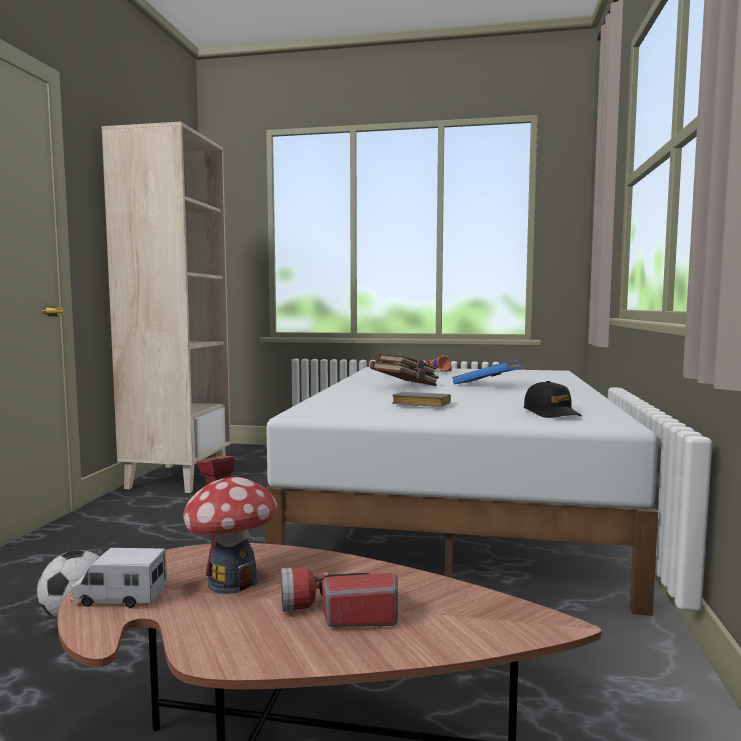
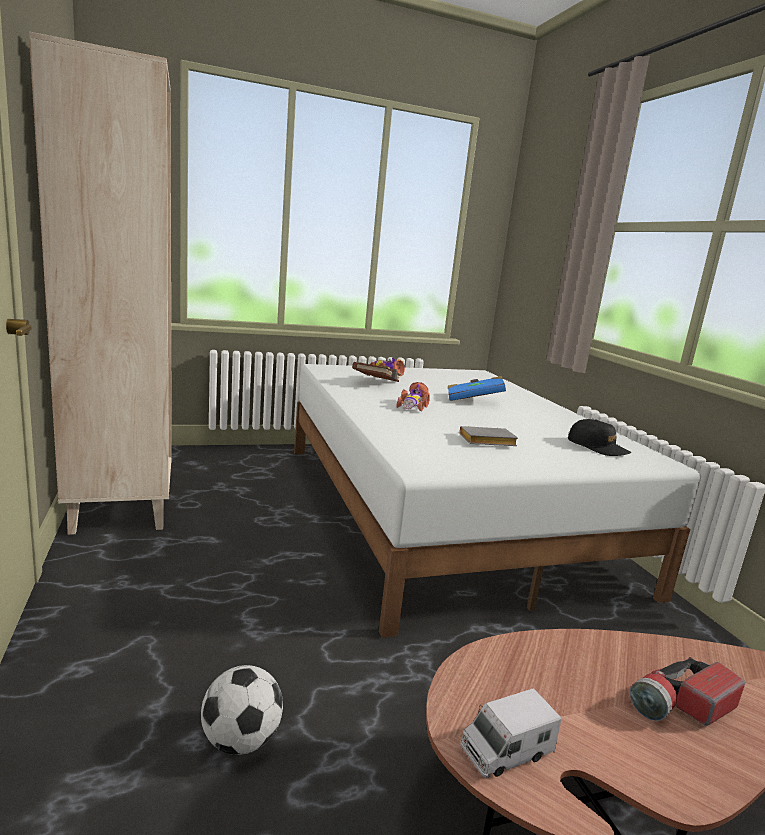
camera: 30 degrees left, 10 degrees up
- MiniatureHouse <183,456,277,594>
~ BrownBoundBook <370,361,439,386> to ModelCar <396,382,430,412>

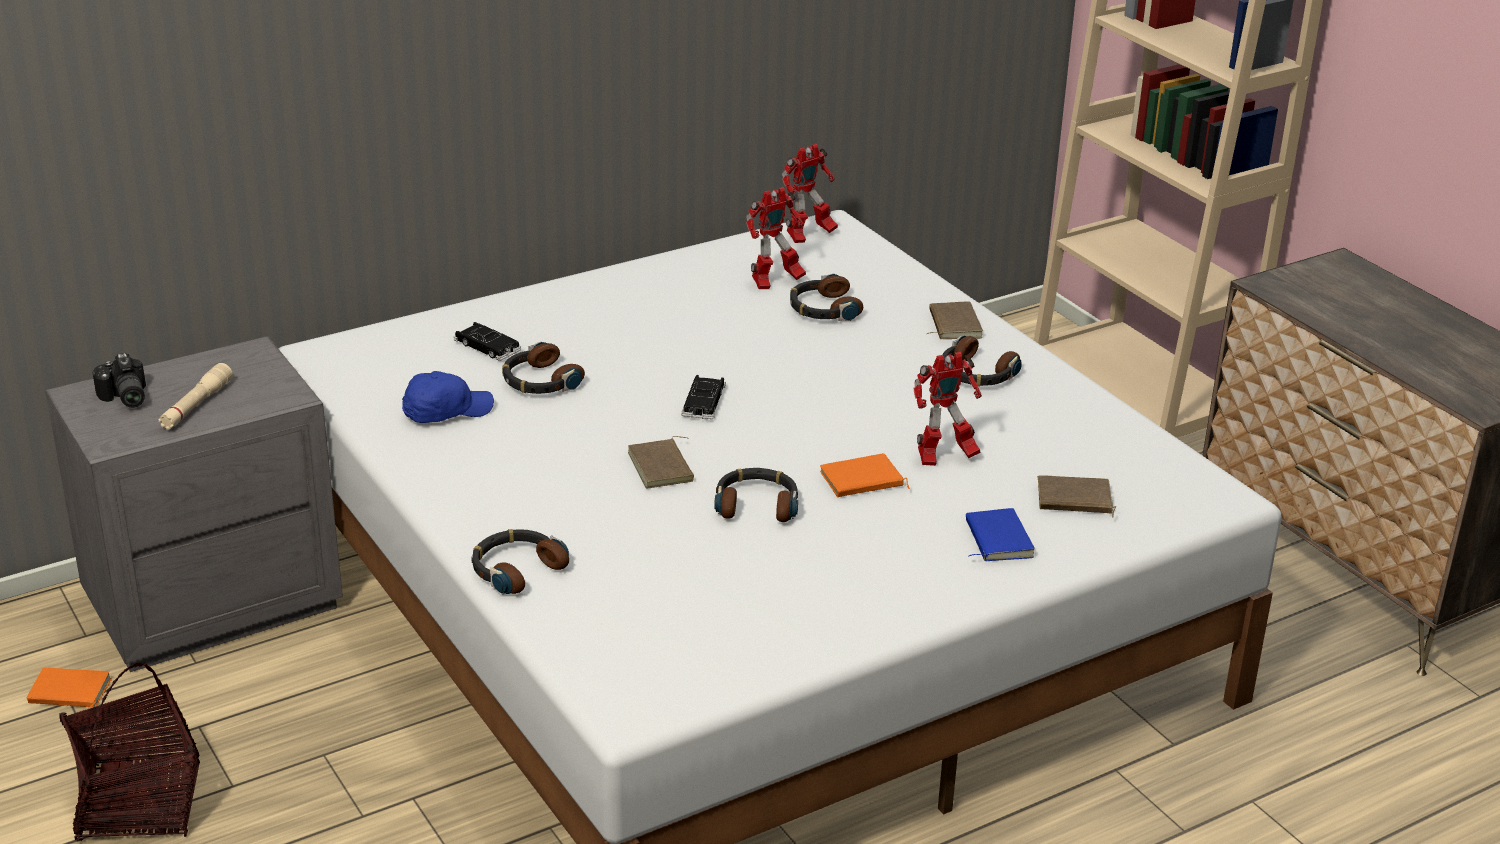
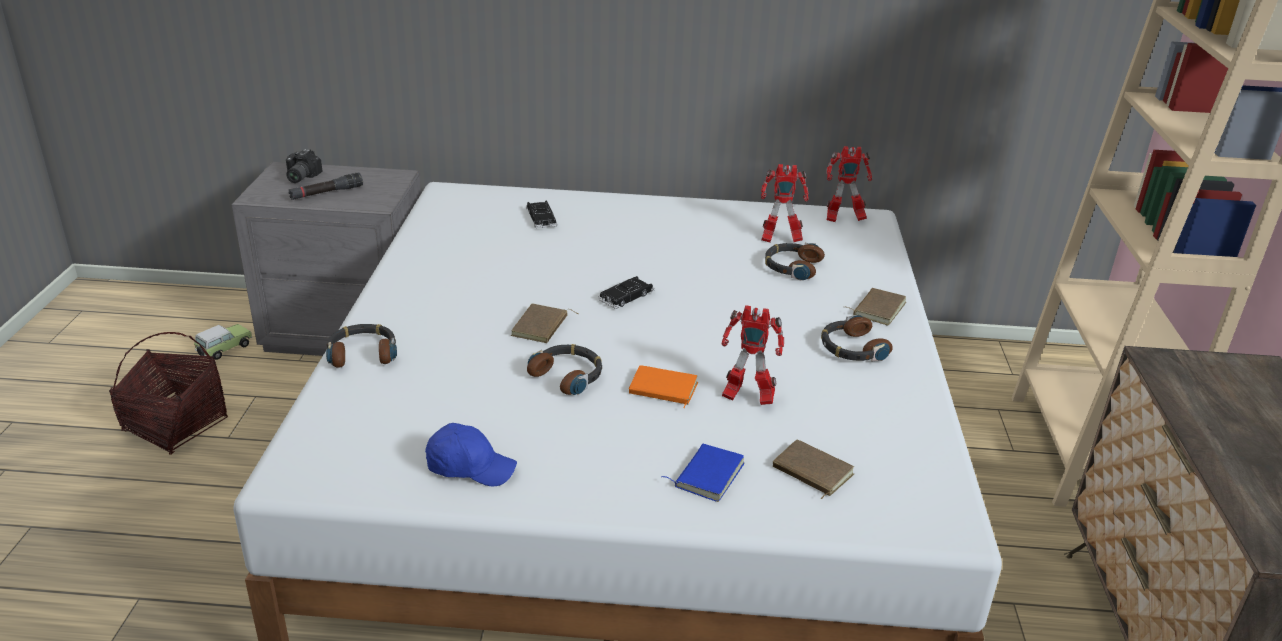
camera: 35 degrees right, 0 degrees up
- PairOfHeadphones <502,342,585,394>
~ BluishBaseballCap <402,371,494,423> to <425,423,517,487>
~ OrangeBoundBook <27,668,112,709> to ModelCar <194,324,252,360>
~ SandColouredTorch <159,363,233,429> to BlackishTorch <288,173,363,200>

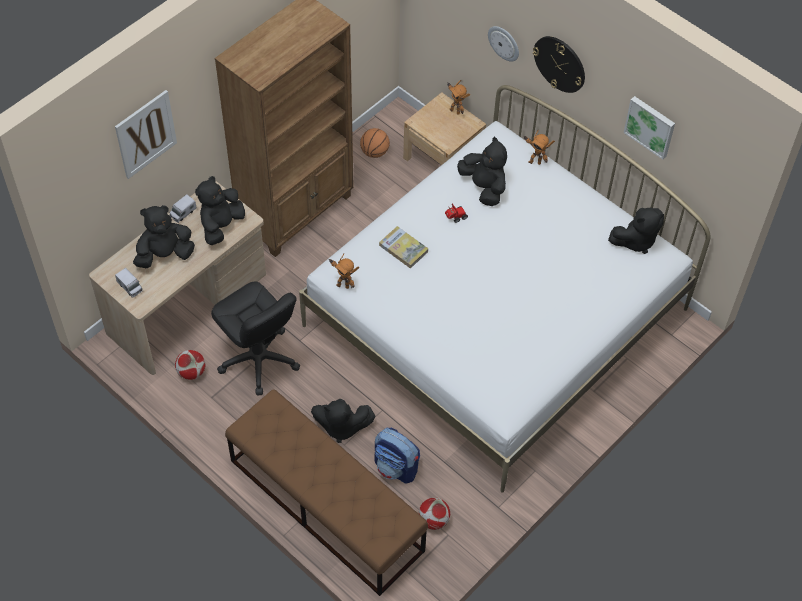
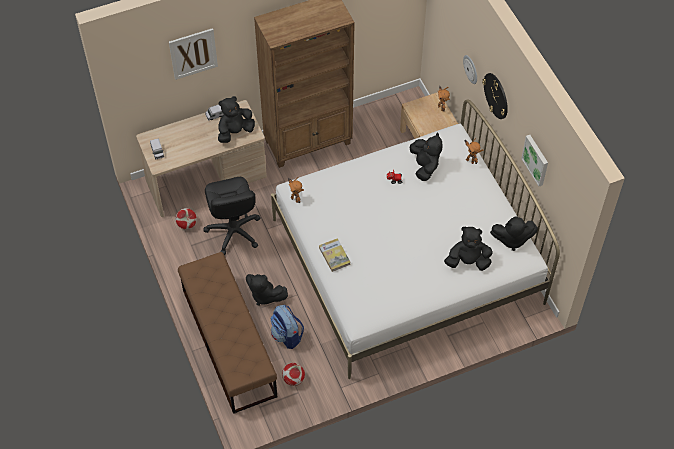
camera: 25 degrees right, 0 degrees up
- BallForBasketball <360,128,390,158>
~ BlackishPlushToy <133,205,195,268> to <444,226,493,271>
~ BoundBook <379,226,429,268> to <319,238,351,272>

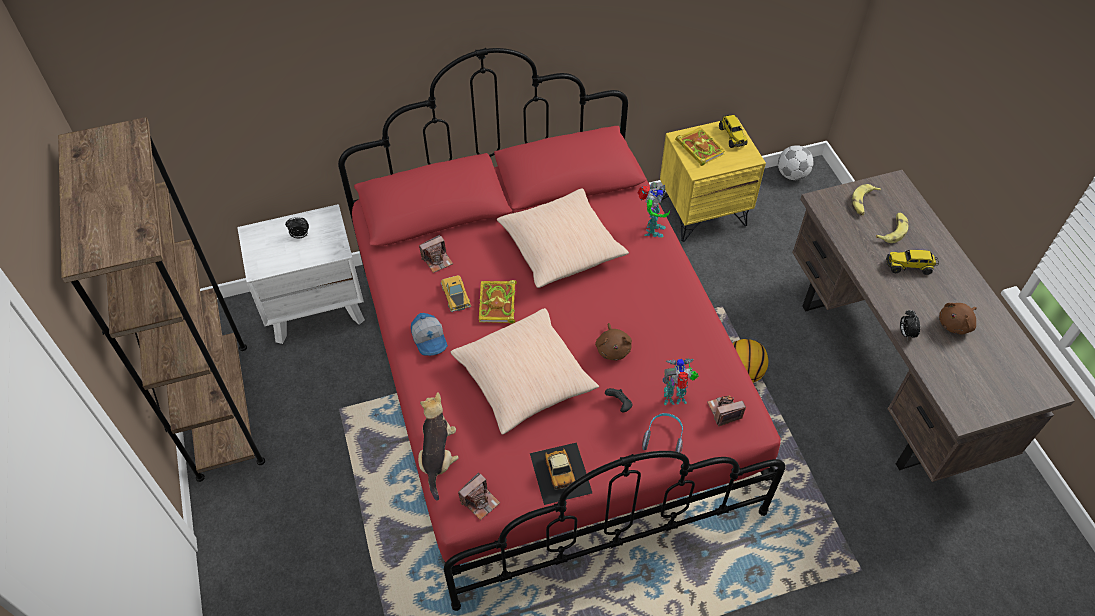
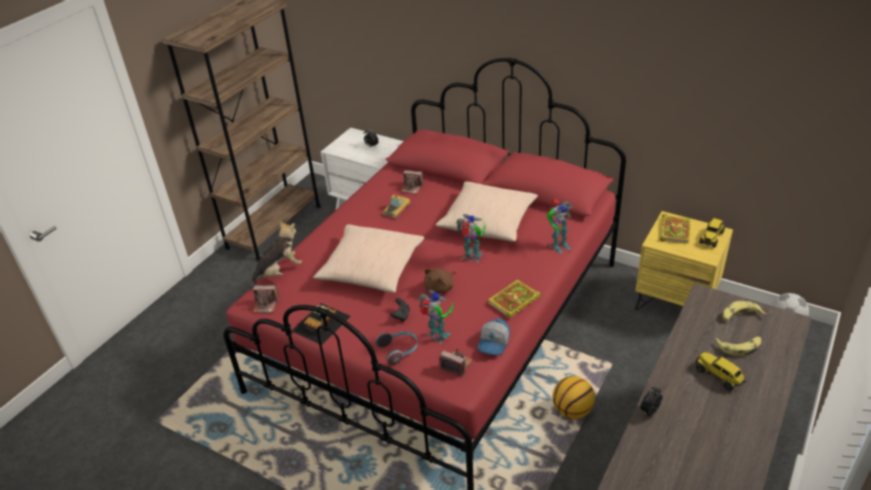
camera: 50 degrees right, 15 degrees down
- BrownPlushToy <939,303,977,335>
+ ModelRobot <456,214,486,263>
~ BaseballCap <411,313,448,356> to <477,318,510,355>
~ BoundBook <479,280,517,324> to <488,280,541,318>

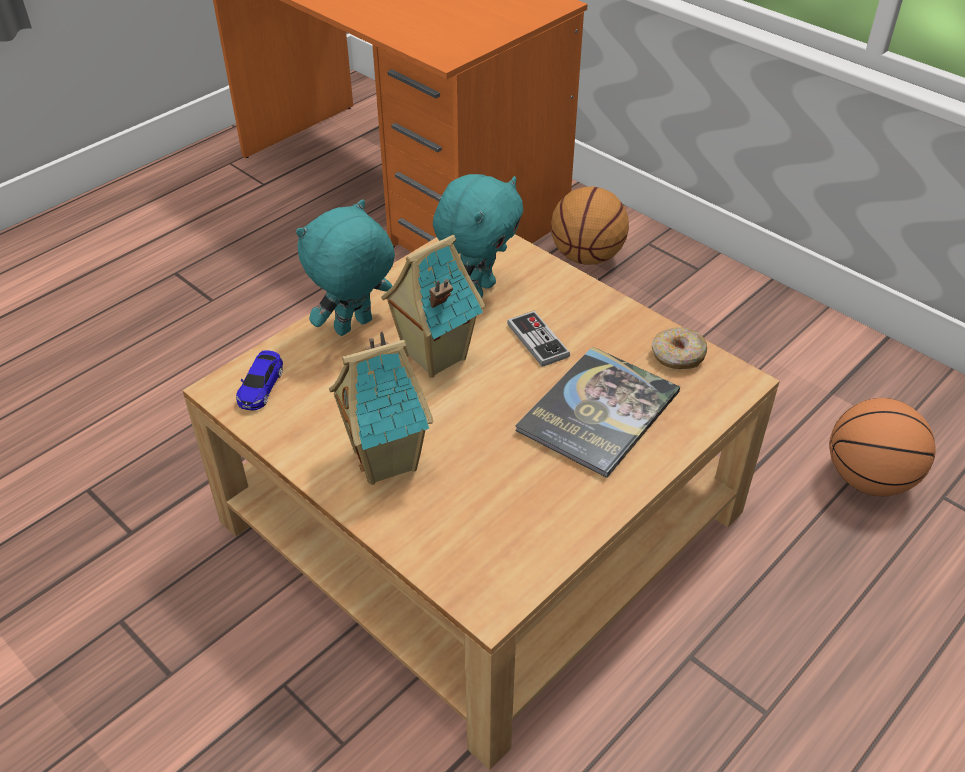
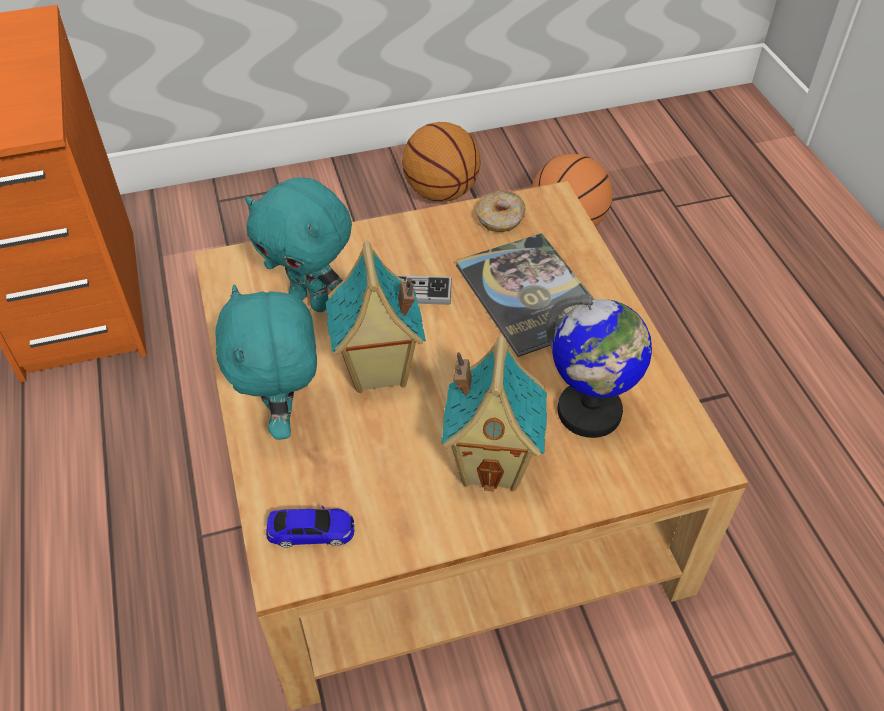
camera: 60 degrees left, 5 degrees up
+ WorldGlobe <546,294,652,438>
~ BallForBasketball <551,186,629,265> to <402,122,481,202>
~ ModelCar <236,350,283,411> = <266,506,355,548> 45 degrees counterclockwise
~ TurquoisePlushToy <433,174,523,298> = <245,177,352,312> 150 degrees clockwise

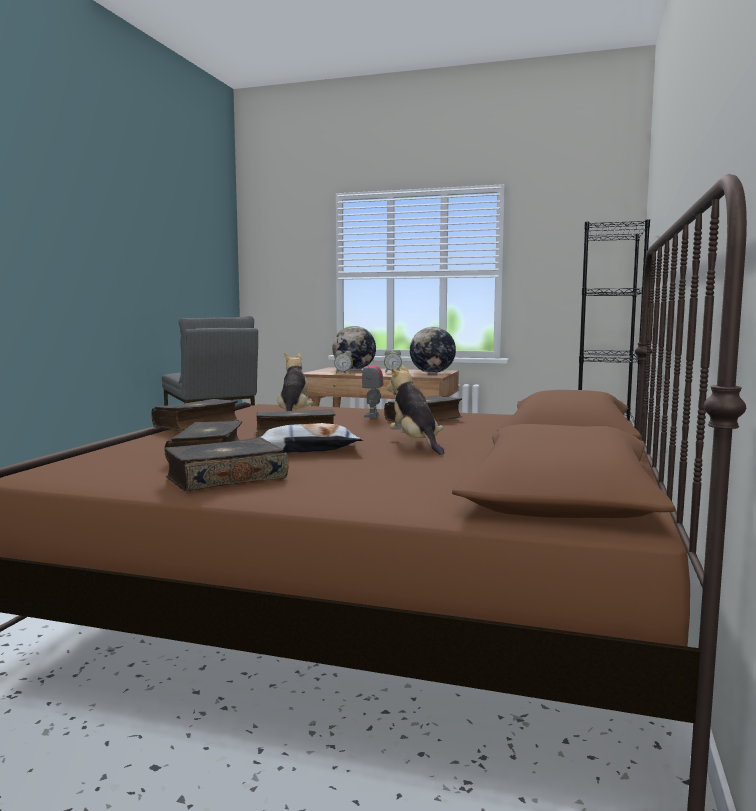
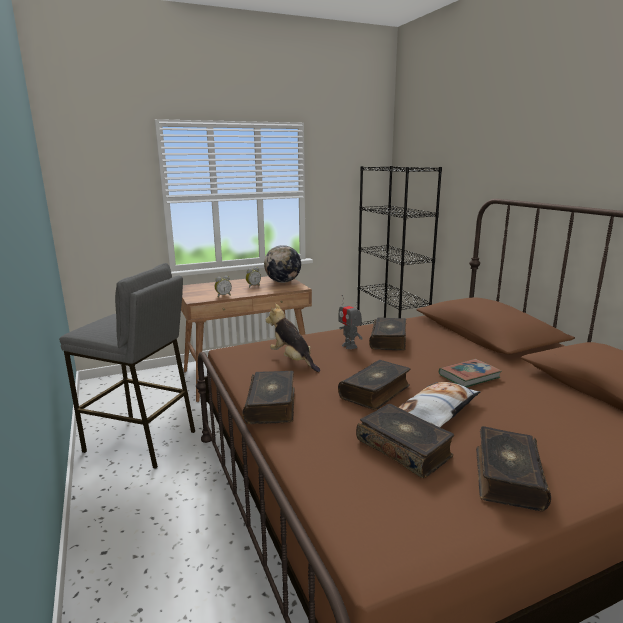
camera: 40 degrees left, 10 degrees up
- WorldGlobe <332,326,376,370>
~ PlushToy <387,365,444,455> to BoundBook <439,359,502,387>

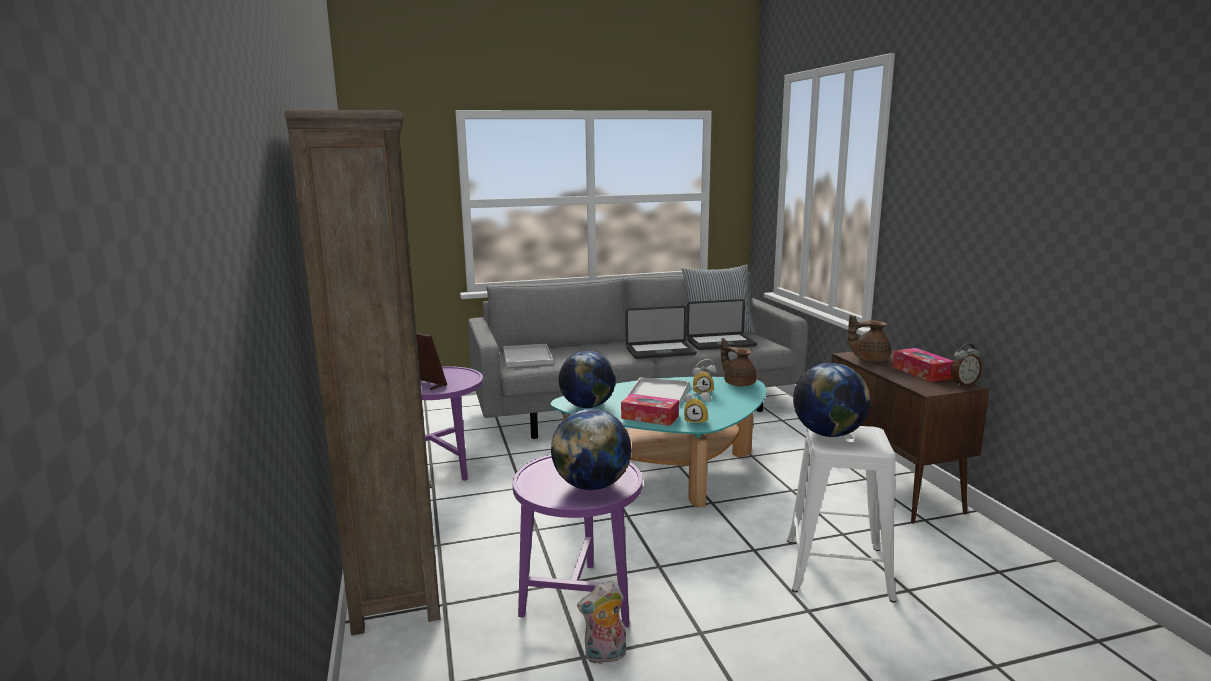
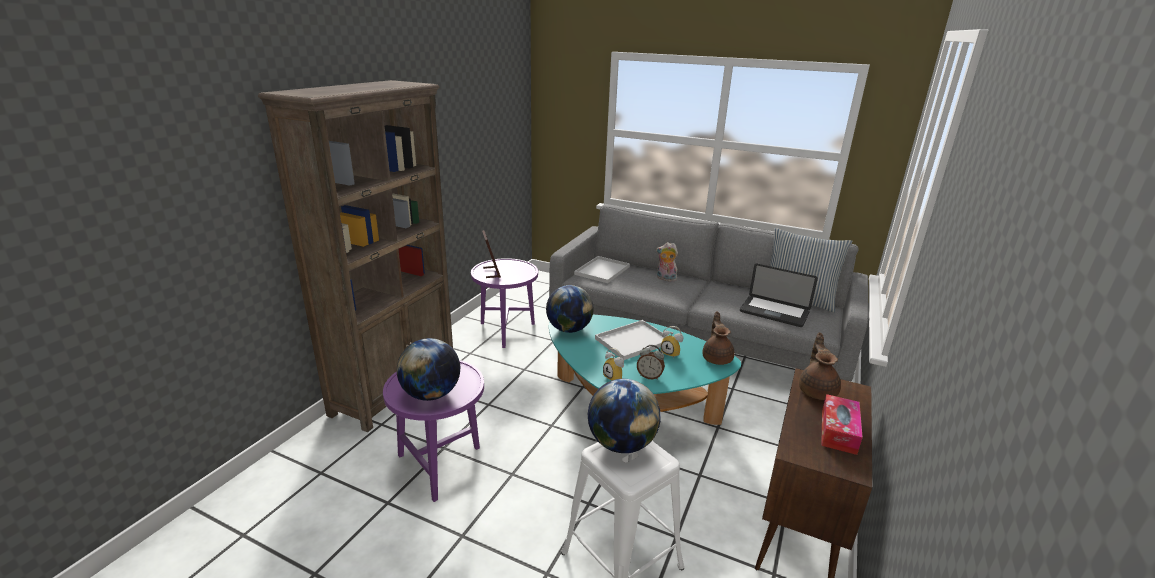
camera: 40 degrees right, 10 degrees up
- TissueBox <621,394,679,426>
- NotebookComputer <626,306,697,359>
~ PlushToy <577,580,626,664> to <656,242,678,282>
~ AlarmClock <951,343,982,386> to <637,345,665,380>
~ BrownTeapot <848,315,891,362> = <799,333,841,400> 60 degrees clockwise

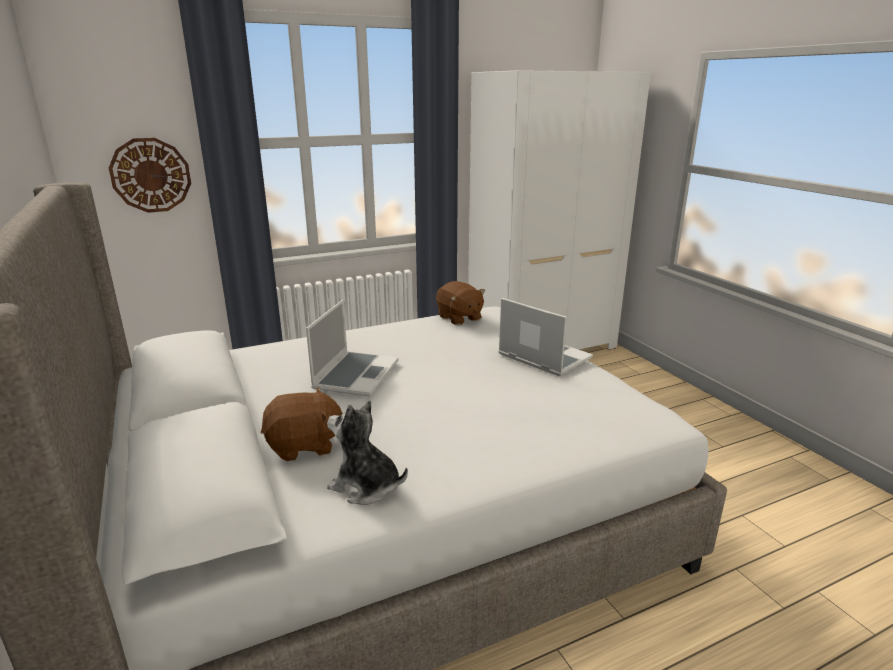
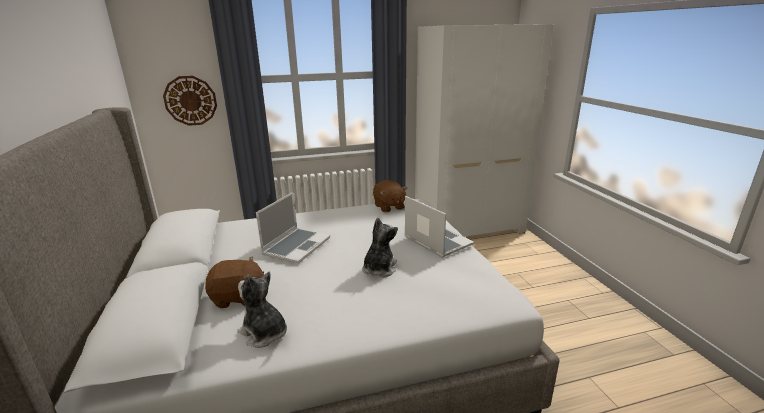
camera: 10 degrees right, 0 degrees up
+ PlushToy <362,217,398,277>

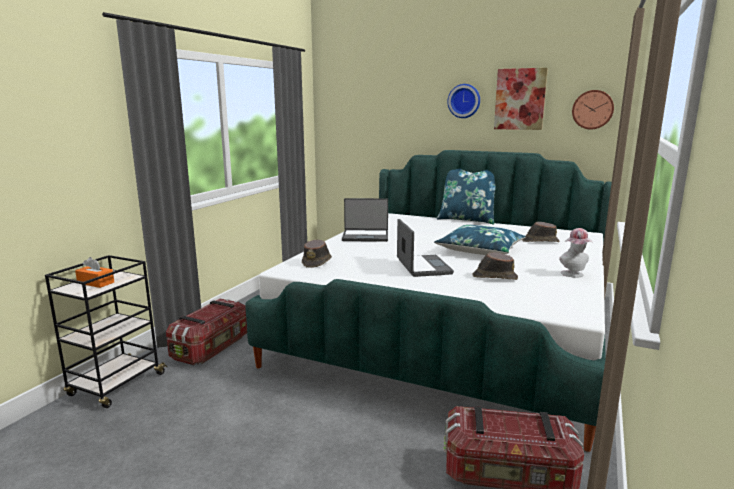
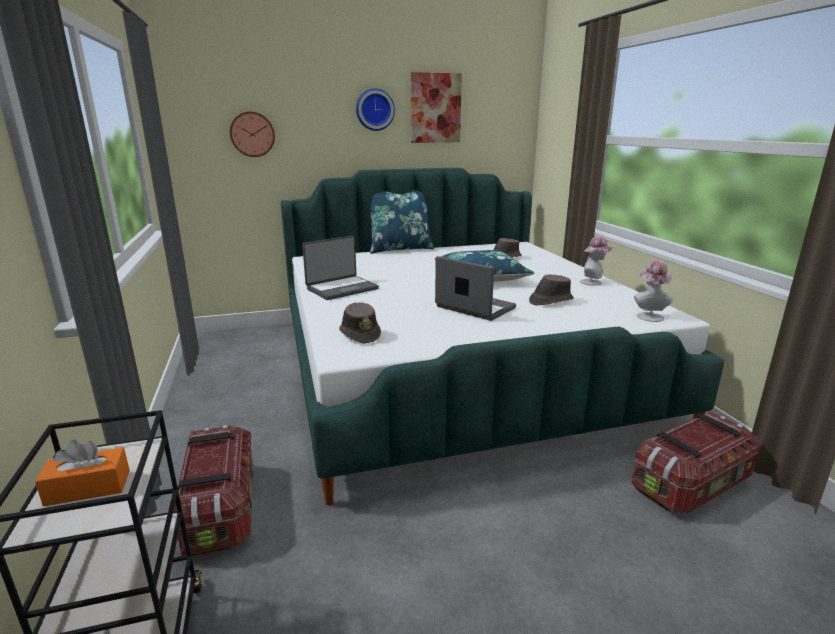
camera: 40 degrees left, 5 degrees up
+ ClothingHat <634,260,673,322>
~ WallClock <572,90,614,129> to <230,111,275,157>

